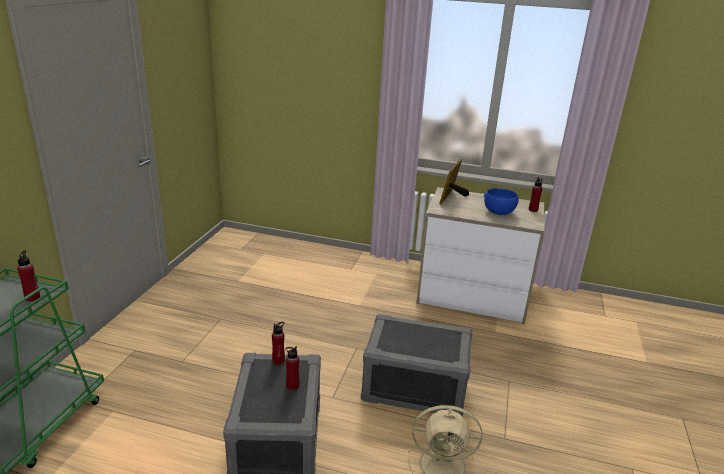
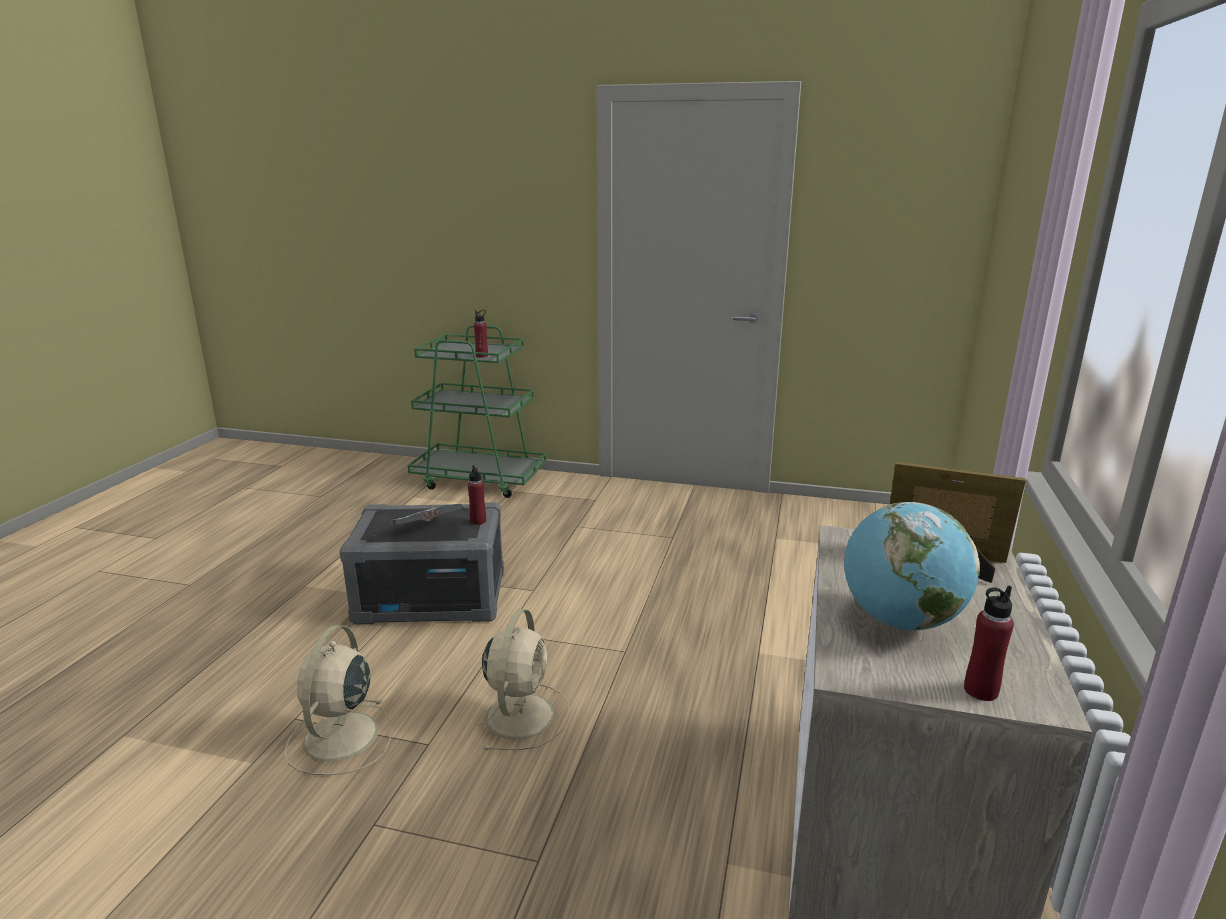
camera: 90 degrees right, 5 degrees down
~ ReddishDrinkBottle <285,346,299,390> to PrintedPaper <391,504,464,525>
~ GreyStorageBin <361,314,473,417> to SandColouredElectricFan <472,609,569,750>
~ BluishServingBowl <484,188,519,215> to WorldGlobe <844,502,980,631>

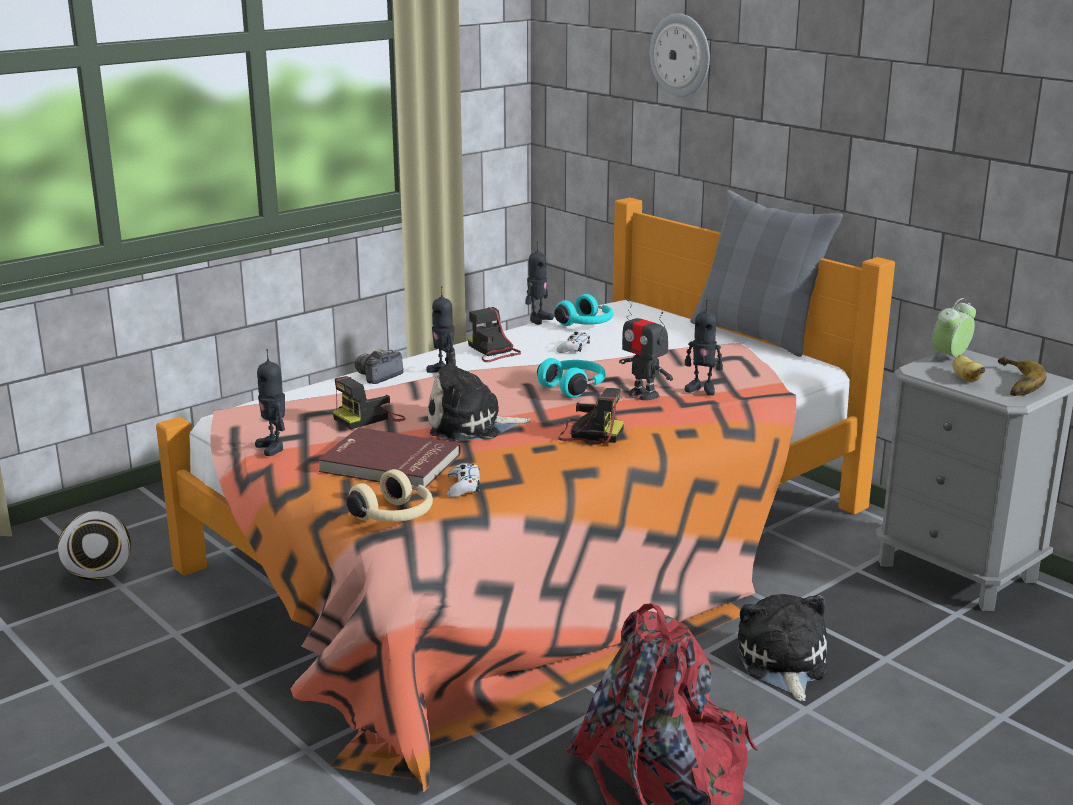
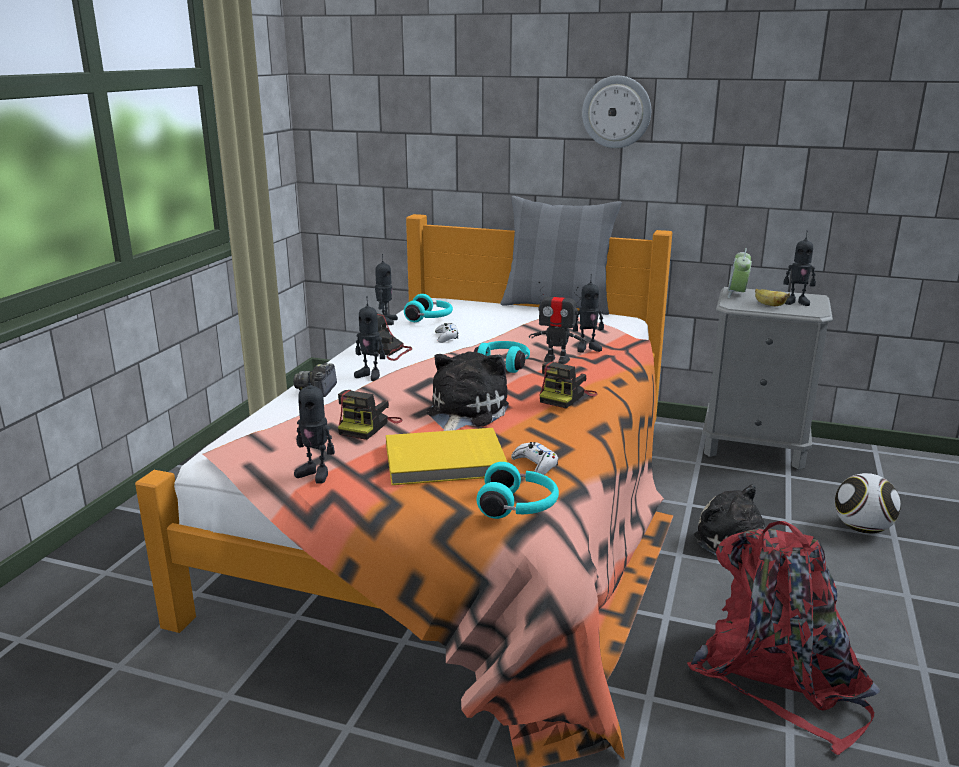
camera: 30 degrees left, 0 degrees up
~ Football <58,511,131,581> to <835,473,901,534>
~ WallClock <650,14,710,97> to <582,76,651,148>
~ WholeBanana <998,356,1047,396> to ModelRobot <783,231,816,306>
~ ReddishBoundBook <318,427,461,488> to YellowishBoundBook <386,428,507,485>
~ SandColouredPairOfHeadphones <346,469,433,522> to TurquoisePairOfHeadphones <477,462,559,519>
~ PlushToy <428,352,531,441> = <426,351,509,431> 150 degrees clockwise
~ StillCamera <558,388,624,444> = <540,361,597,408> 135 degrees clockwise

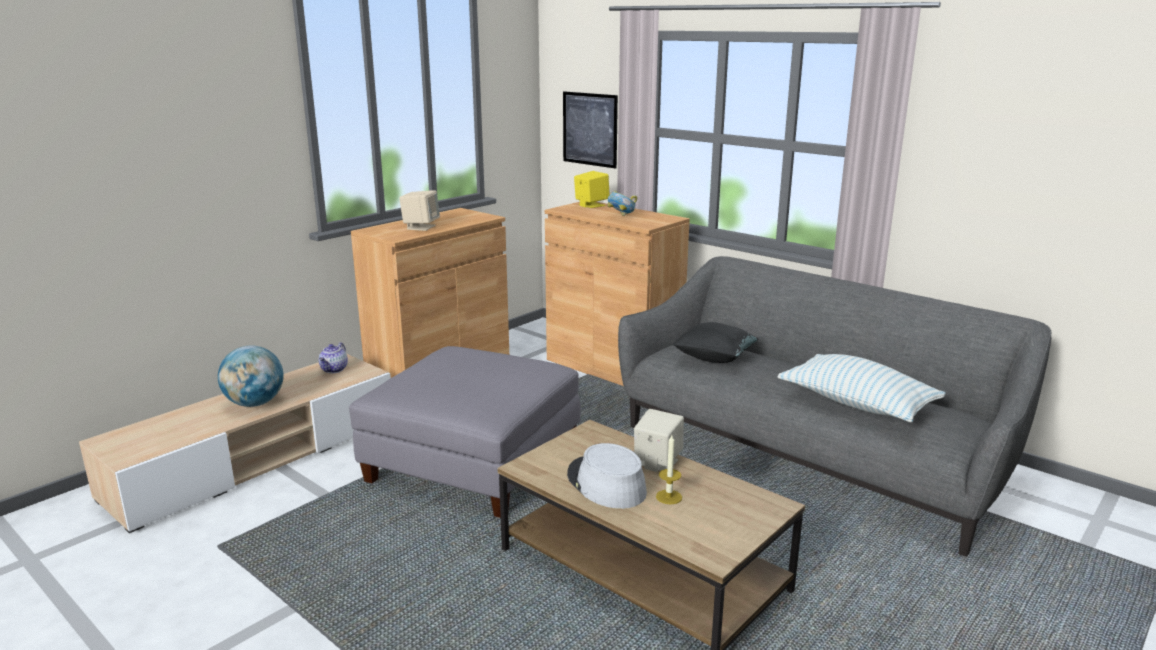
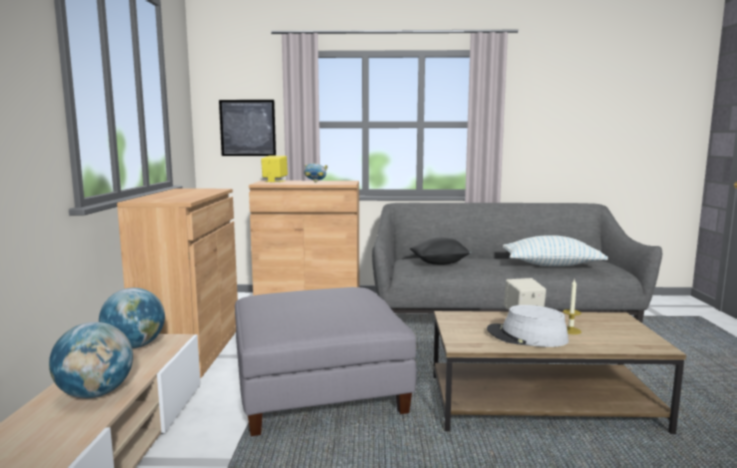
camera: 40 degrees left, 10 degrees down
- SandColouredSpeaker <399,190,440,231>
~ Teapot <319,343,348,373> to WorldGlobe <99,288,165,349>

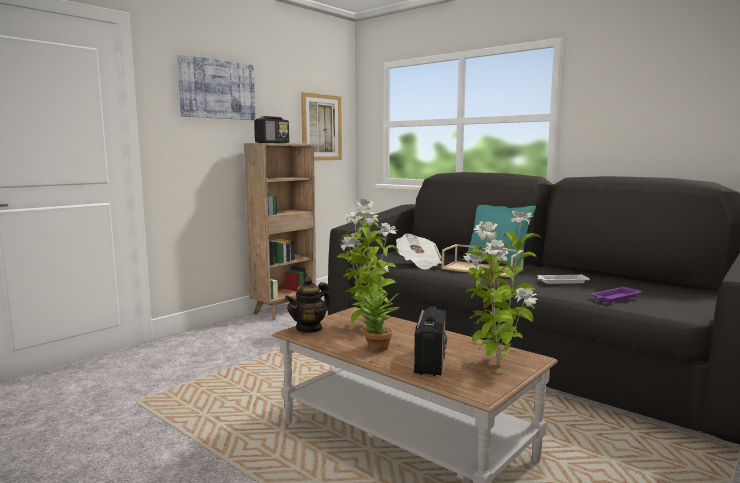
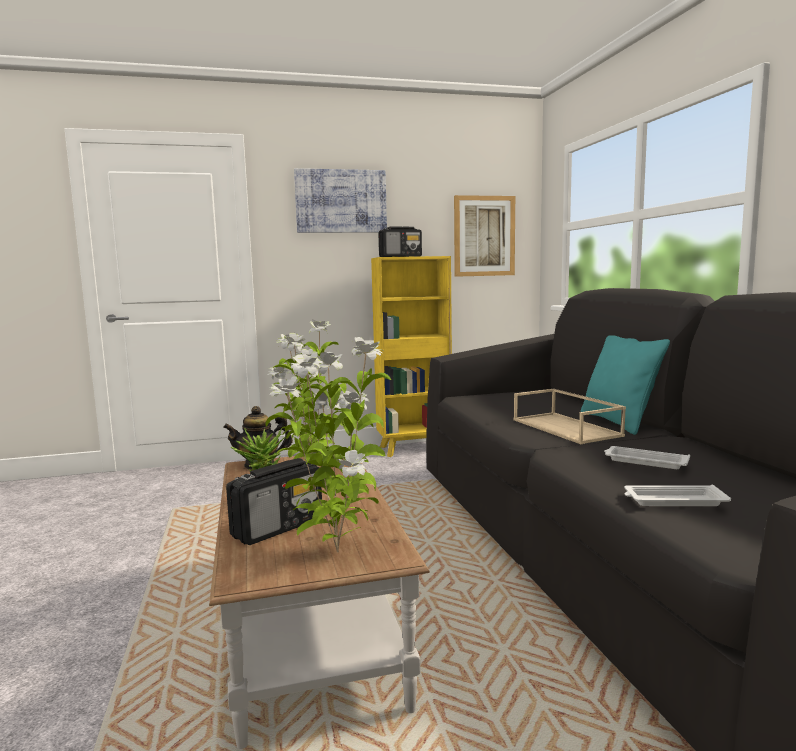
camera: 35 degrees right, 0 degrees up
- PrintedPaper <396,234,442,269>
~ BrownBookcase <244,143,316,320> to YellowishBookcase <371,256,452,457>
~ PurpleCarryingTray <591,286,642,303> to WhitishCarryingTray <624,485,731,506>

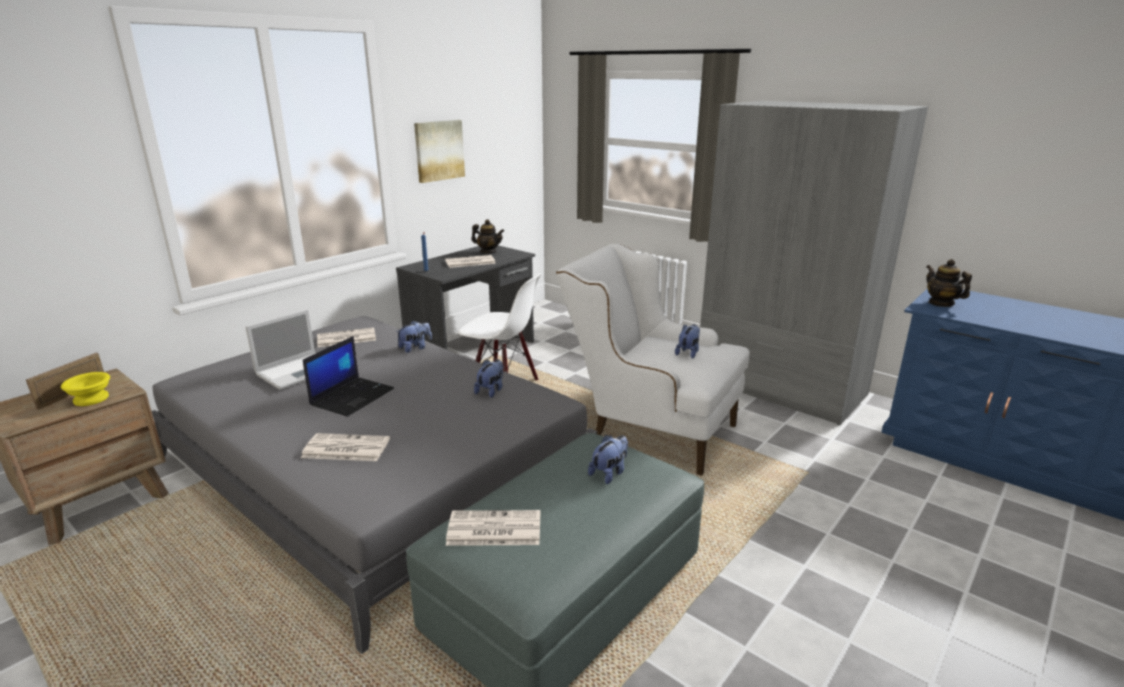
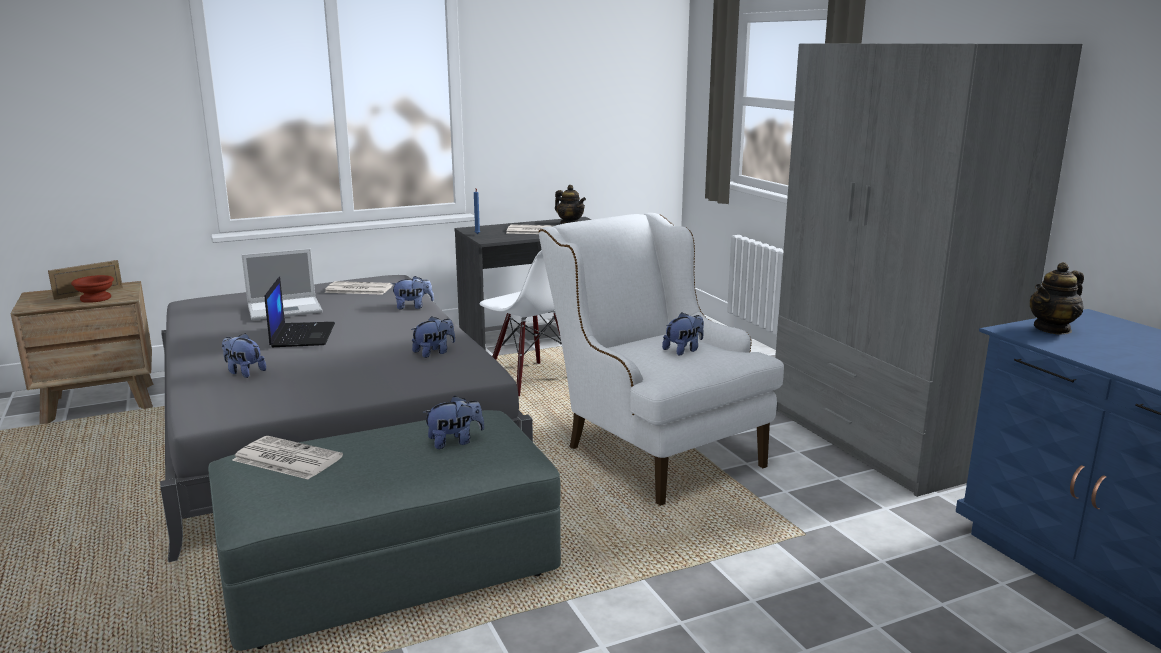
camera: 25 degrees right, 5 degrees down
- WallPicture <414,120,465,183>
~ PrintedPaper <301,433,390,461> to PlushToy <222,333,266,378>
~ YellowishServingBowl <61,372,110,406> to BrownServingBowl <71,275,114,303>
~ NotebookComputer <303,336,394,417> = <265,276,335,347> 60 degrees counterclockwise
~ Teapot <926,259,972,307> = <1030,262,1084,335> 120 degrees counterclockwise

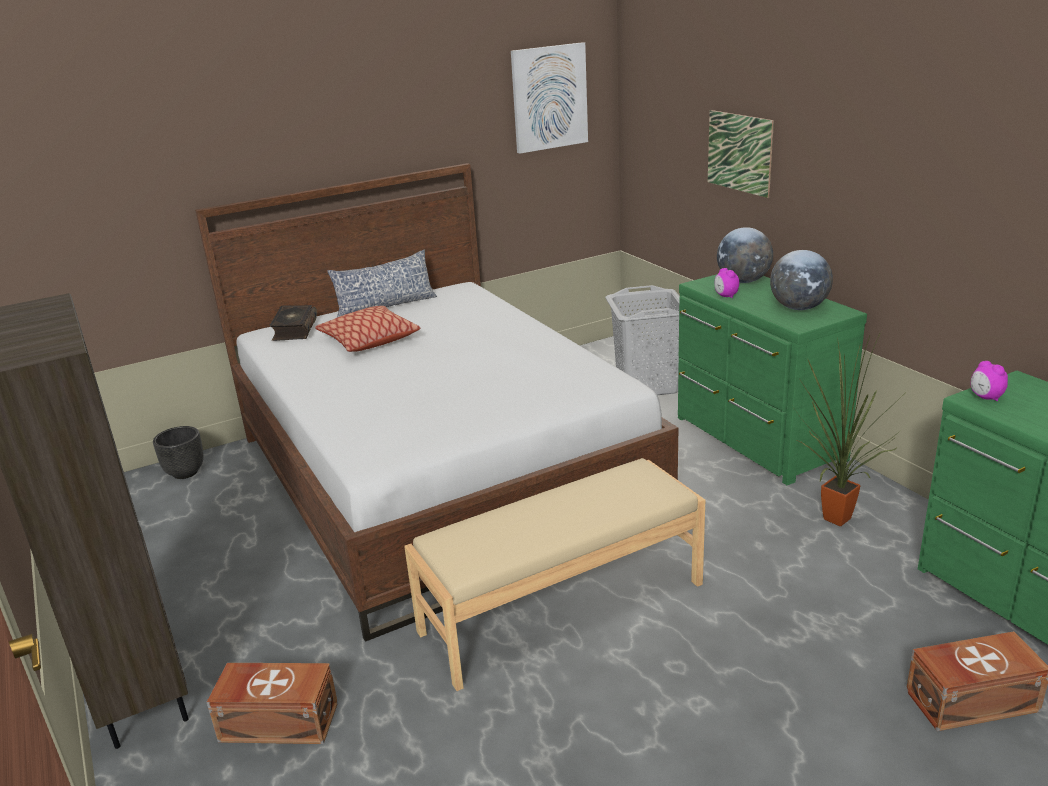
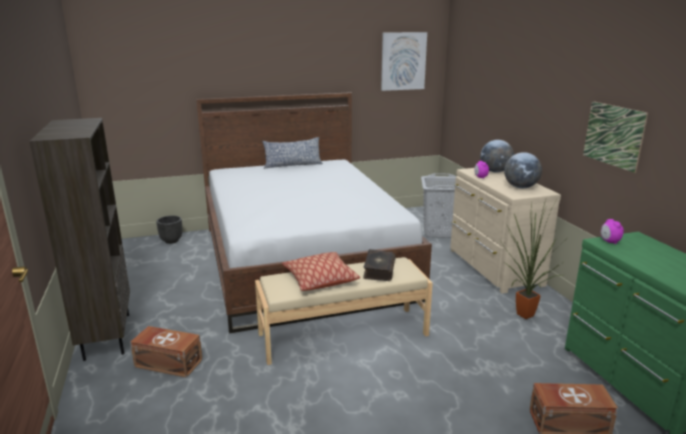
camera: 10 degrees right, 5 degrees down
~ BoundBook <269,305,317,341> to <363,249,396,281>
~ ThrowPillow <315,306,421,352> to <282,252,360,291>
~ WallPicture <708,110,774,198> to <583,101,648,173>
~ GreenDresser <678,274,867,485> to SandColouredDresser <450,168,561,294>

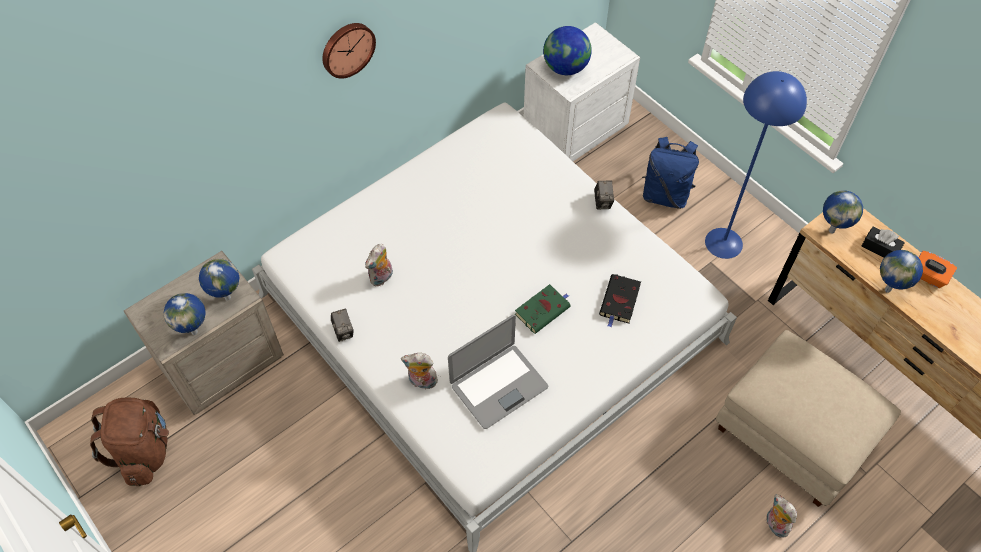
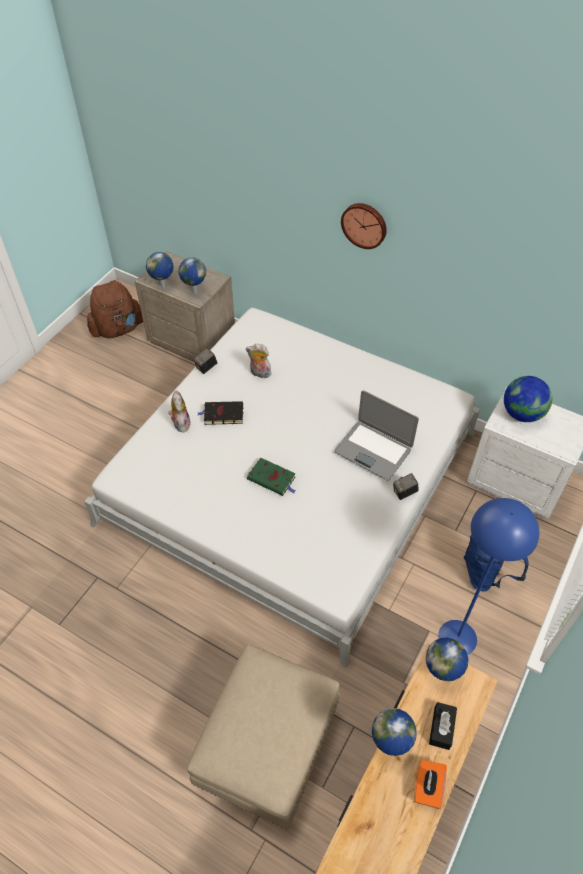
camera: 70 degrees right, 5 degrees down
- PlushToy <766,494,797,538>
~ NotebookComputer <448,315,548,429> to <334,390,419,481>
~ BlackishBoundBook <599,274,641,327> to <198,401,244,425>

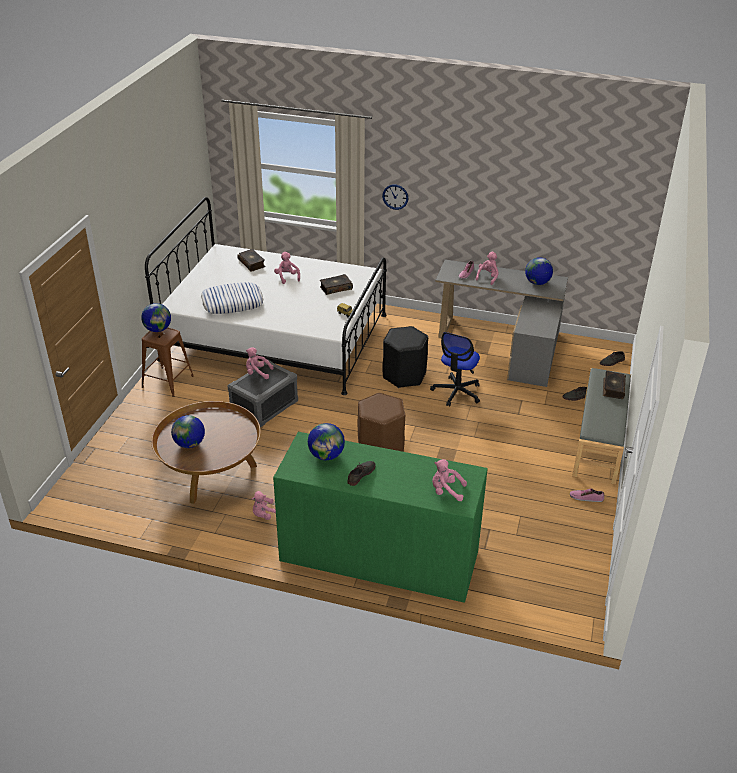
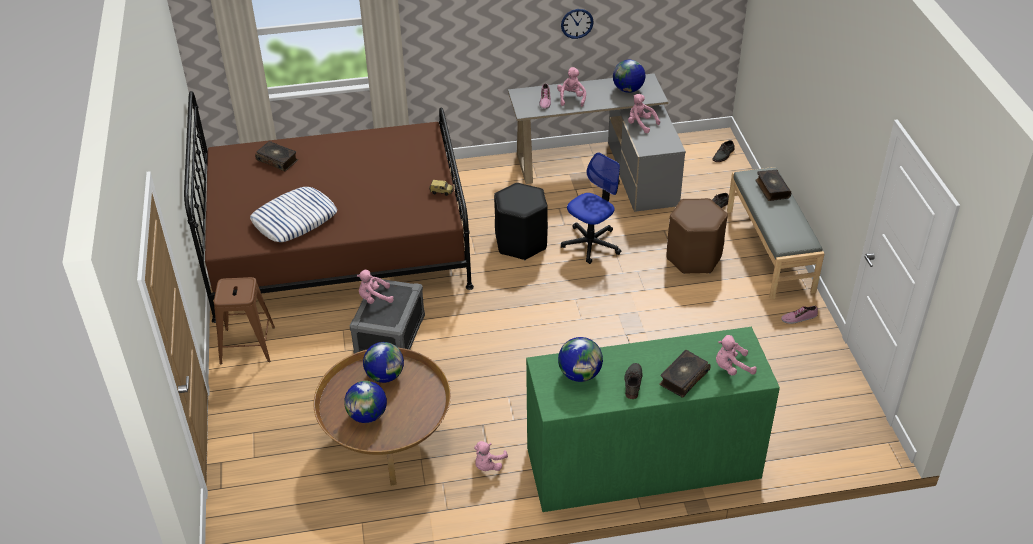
camera: 25 degrees left, 5 degrees up
~ WorldGlobe <141,303,171,332> to <363,342,404,383>
~ PinkColouredPlushToy <274,252,300,284> to <628,94,660,133>
~ BoundBook <320,274,353,295> to <659,350,711,398>
~ BrownStool <358,393,405,452> to <667,198,728,274>
~ WallClock <382,184,409,210> to <561,9,594,39>
~ WhitishBed <145,197,387,395> to BrownBed <184,91,474,323>
~ ComputerChair <430,332,480,407> = <561,152,621,264> 135 degrees counterclockwise

